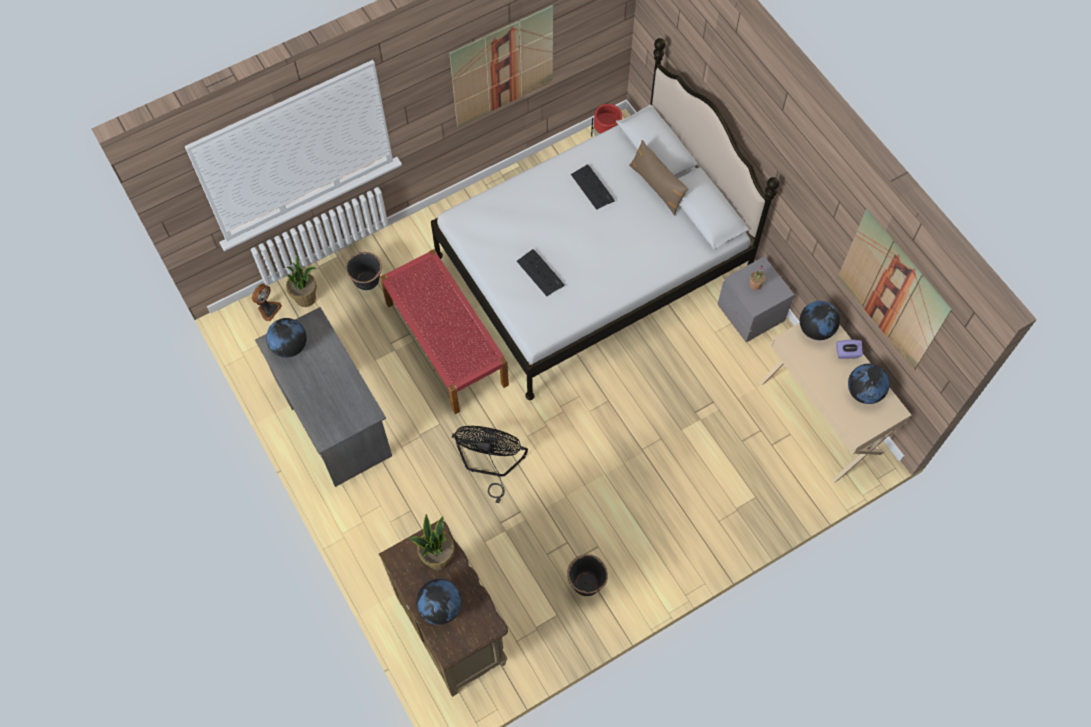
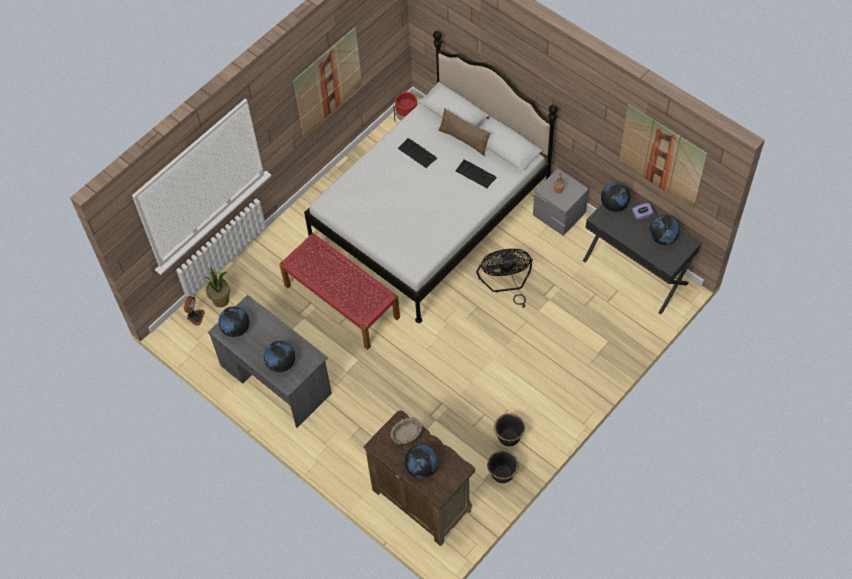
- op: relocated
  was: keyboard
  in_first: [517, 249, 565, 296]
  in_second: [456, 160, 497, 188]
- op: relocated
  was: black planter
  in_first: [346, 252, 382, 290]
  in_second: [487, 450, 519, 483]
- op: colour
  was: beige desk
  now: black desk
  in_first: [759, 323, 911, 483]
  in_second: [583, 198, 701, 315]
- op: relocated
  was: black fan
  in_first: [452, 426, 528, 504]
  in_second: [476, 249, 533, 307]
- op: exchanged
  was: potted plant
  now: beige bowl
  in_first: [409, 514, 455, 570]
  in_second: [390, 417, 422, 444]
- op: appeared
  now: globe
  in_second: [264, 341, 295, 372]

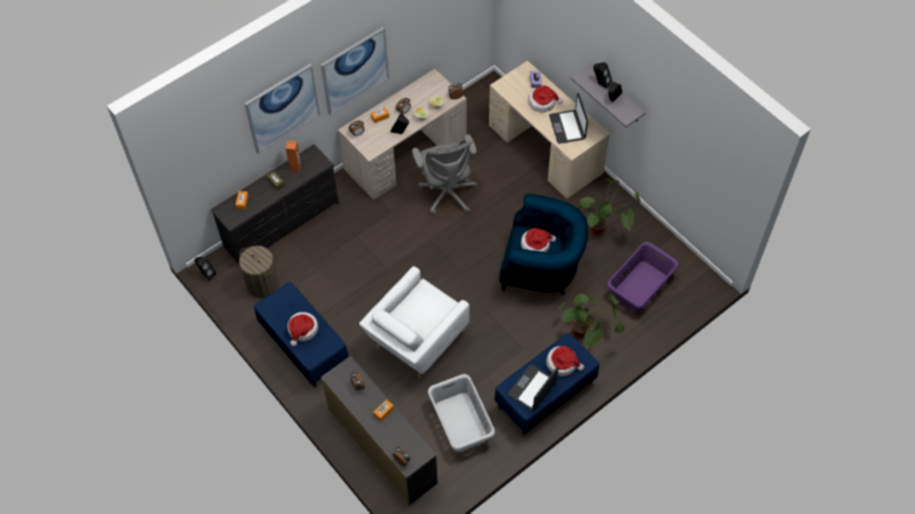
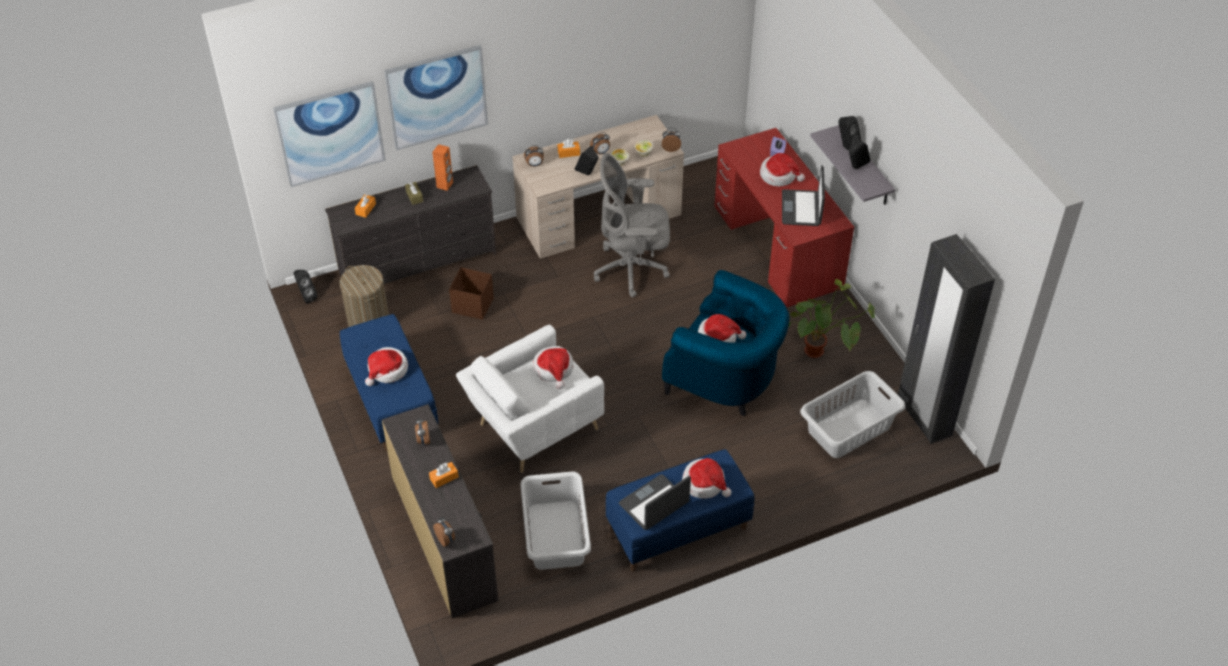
- op: relocated
  was: picture
  in_first: [321, 27, 389, 115]
  in_second: [273, 81, 386, 187]
- op: colour
  was: beige desk
  now: red desk
  in_first: [489, 61, 610, 199]
  in_second: [714, 128, 854, 307]
- op: spun
  was: grey office chair
  in_first: [412, 134, 478, 215]
  in_second: [594, 153, 670, 297]
  clockwise: 90
- op: colour
  was: purple laundry basket
  now: grey laundry basket
  in_first: [607, 242, 679, 312]
  in_second: [800, 371, 905, 458]
- op: missing
  was: potted plant
  in_first: [558, 293, 625, 349]
- op: appeared
  now: black wardrobe
  in_second: [898, 234, 995, 444]
- op: appeared
  now: brown storage box
  in_second: [449, 267, 494, 320]
- op: appeared
  now: hat
  in_second: [533, 346, 573, 389]

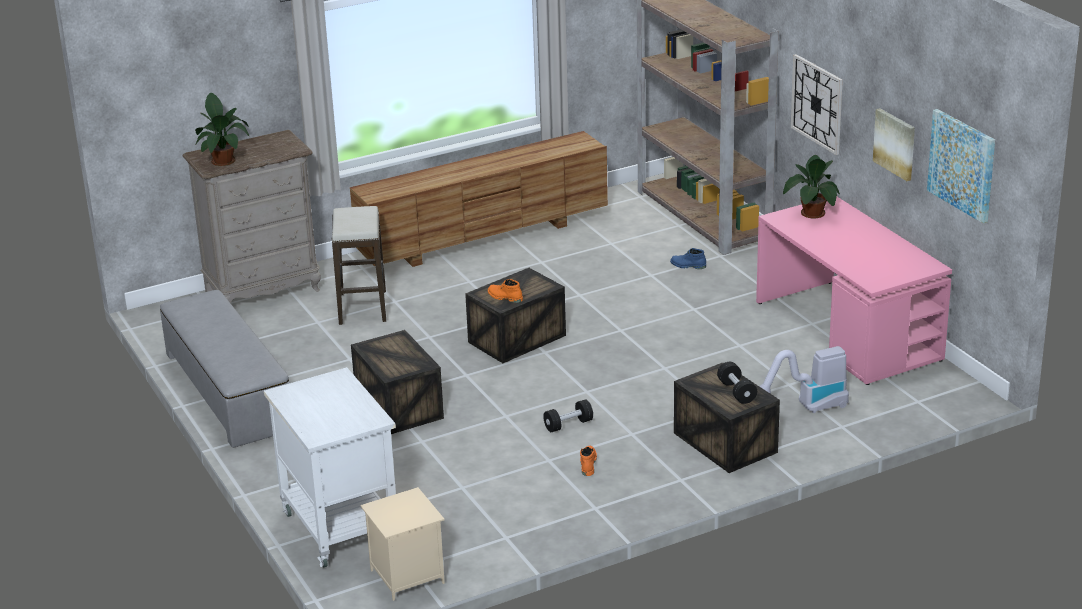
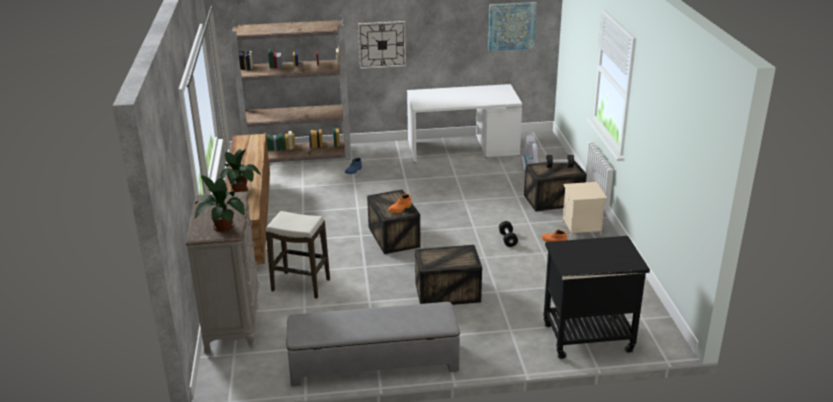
- op: missing
  was: picture
  in_first: [873, 108, 915, 181]
- op: relocated
  was: potted plant
  in_first: [783, 155, 840, 218]
  in_second: [220, 149, 261, 192]
- op: colour
  was: pink desk
  now: white desk
  in_first: [756, 197, 952, 385]
  in_second: [407, 84, 522, 162]
- op: colour
  was: white cart
  now: black cart
  in_first: [264, 367, 396, 567]
  in_second: [543, 236, 650, 359]
- op: relocated
  was: beige nightstand
  in_first: [360, 487, 445, 601]
  in_second: [563, 182, 607, 238]

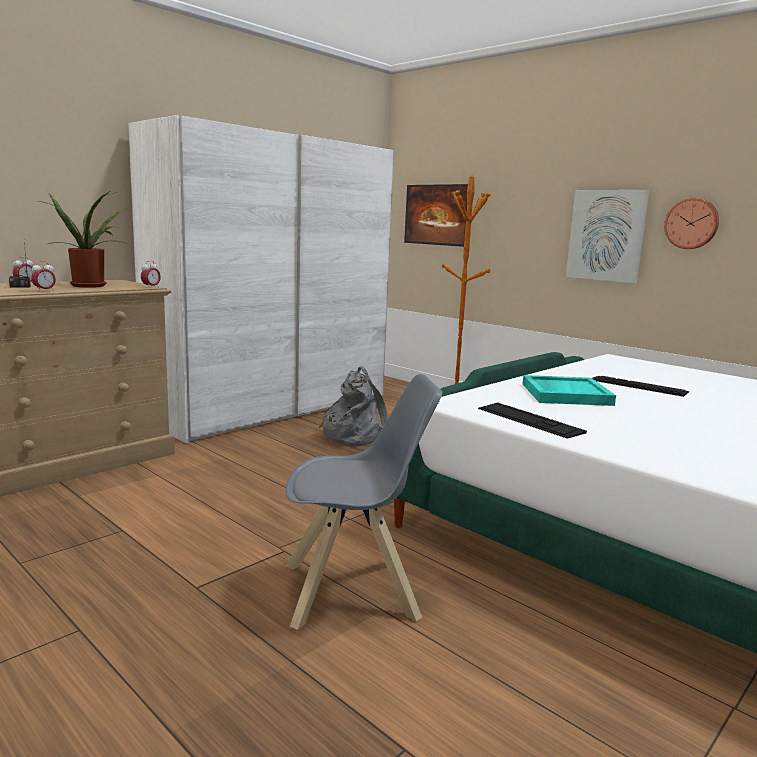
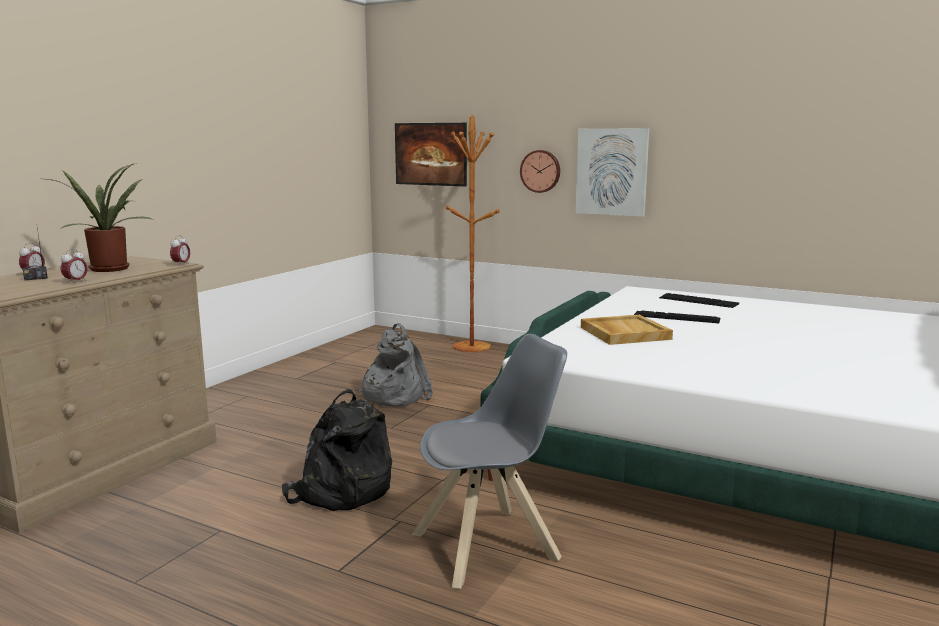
- op: missing
  was: white wardrobe
  in_first: [128, 115, 394, 443]
- op: relocated
  was: wall clock
  in_first: [664, 198, 719, 249]
  in_second: [520, 150, 560, 193]
- op: colour
  was: turquoise tray
  now: beige tray
  in_first: [523, 375, 616, 406]
  in_second: [581, 315, 673, 345]
- op: relocated
  was: keyboard
  in_first: [478, 403, 587, 439]
  in_second: [659, 293, 739, 308]
- op: appeared
  now: black backpack
  in_second: [282, 389, 392, 511]

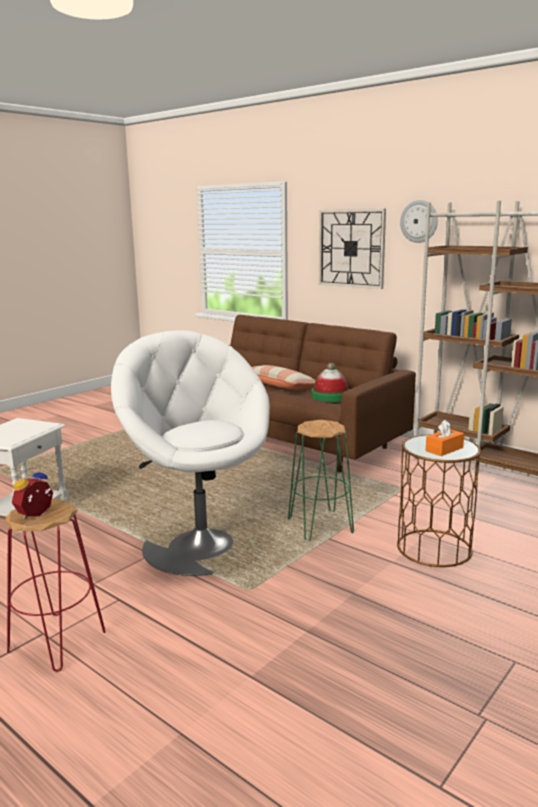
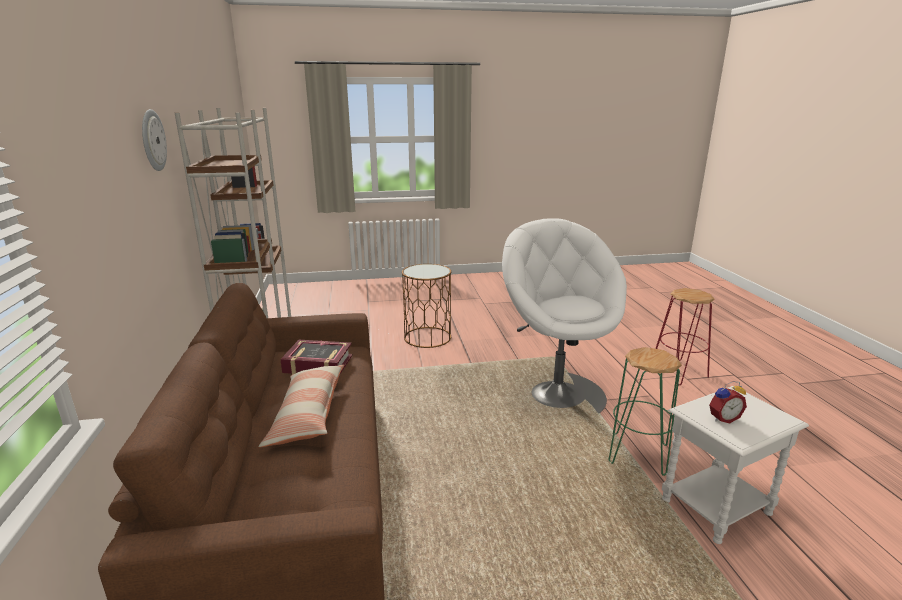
- op: missing
  was: wall clock
  in_first: [319, 209, 386, 289]
- op: spun
  was: white armchair
  in_first: [111, 331, 270, 576]
  in_second: [502, 218, 627, 413]
  clockwise: 150
- op: exchanged
  was: hat
  now: book
  in_first: [311, 363, 349, 402]
  in_second: [280, 340, 352, 375]
- op: relocated
  was: green stool
  in_first: [288, 420, 354, 541]
  in_second: [609, 347, 682, 476]
- op: missing
  was: orange tissue box
  in_first: [426, 420, 464, 456]
- op: relocated
  was: alarm clock
  in_first: [12, 467, 53, 519]
  in_second: [709, 381, 747, 424]

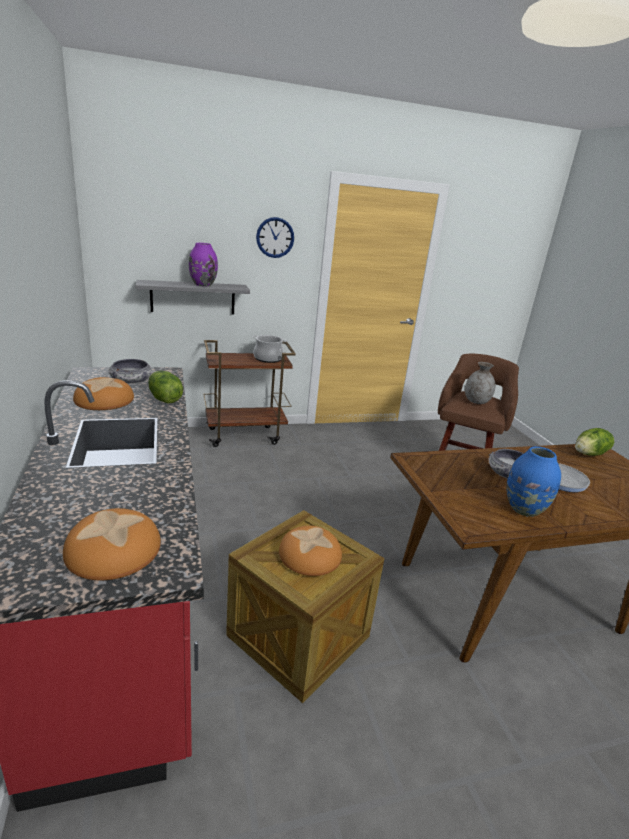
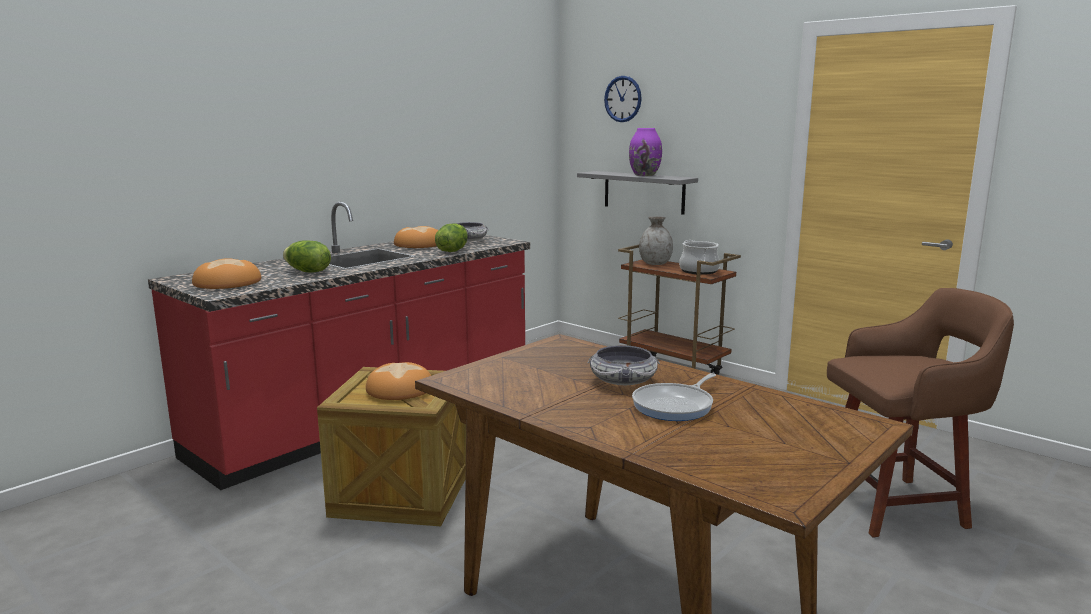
- op: relocated
  was: wall clock
  in_first: [256, 217, 294, 258]
  in_second: [604, 76, 642, 122]
- op: relocated
  was: grey vase
  in_first: [465, 362, 495, 404]
  in_second: [639, 216, 673, 265]
- op: relocated
  was: lettuce
  in_first: [575, 428, 614, 456]
  in_second: [283, 240, 331, 272]
- op: missing
  was: blue vase
  in_first: [507, 446, 561, 517]

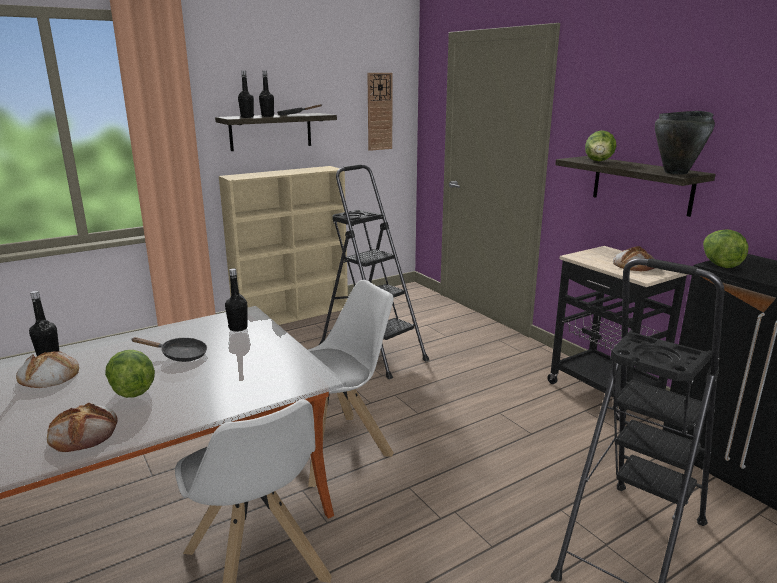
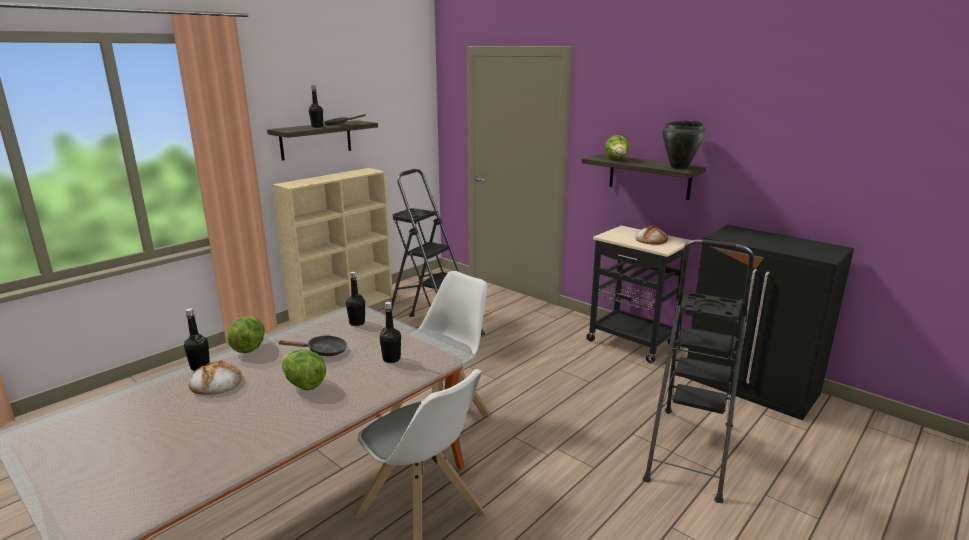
- op: relocated
  was: black bottle
  in_first: [238, 71, 254, 118]
  in_second: [379, 302, 401, 363]
- op: missing
  was: wall clock
  in_first: [367, 73, 392, 151]
- op: relocated
  was: lettuce
  in_first: [703, 229, 748, 268]
  in_second: [227, 316, 265, 353]
- op: missing
  was: bread
  in_first: [47, 403, 118, 452]

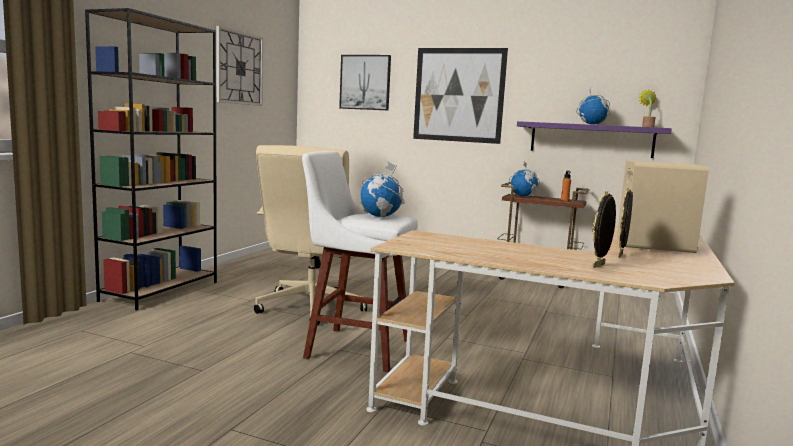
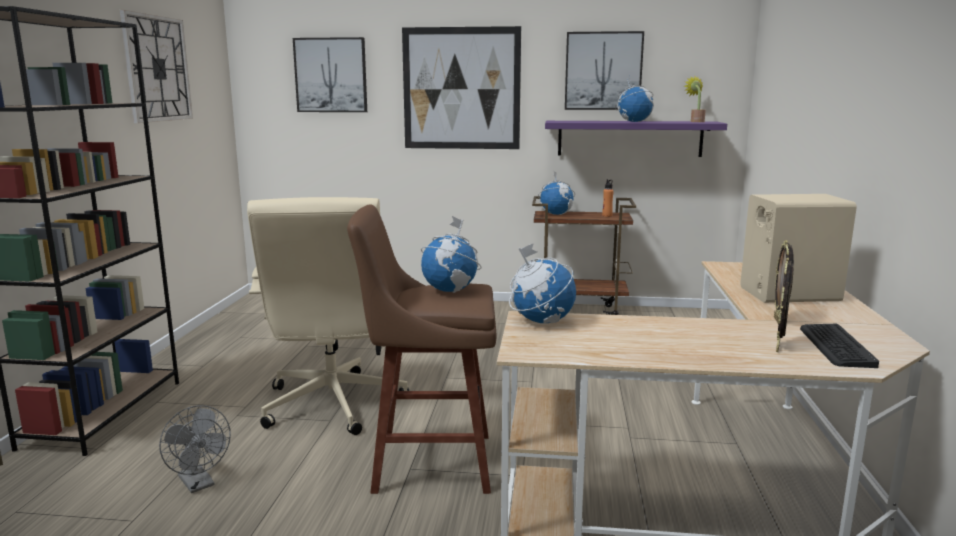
- op: colour
  was: white stool
  now: brown stool
  in_first: [302, 151, 418, 372]
  in_second: [347, 204, 496, 494]
- op: appeared
  now: picture
  in_second: [565, 31, 644, 110]
- op: appeared
  now: globe
  in_second: [509, 243, 576, 323]
- op: appeared
  now: keyboard
  in_second: [800, 324, 879, 368]
- op: appeared
  now: grey fan
  in_second: [159, 405, 231, 493]

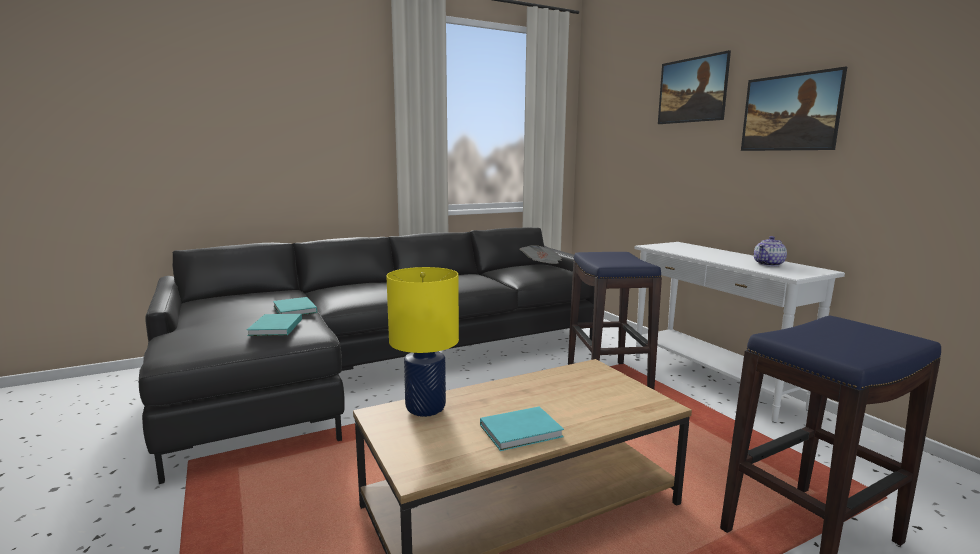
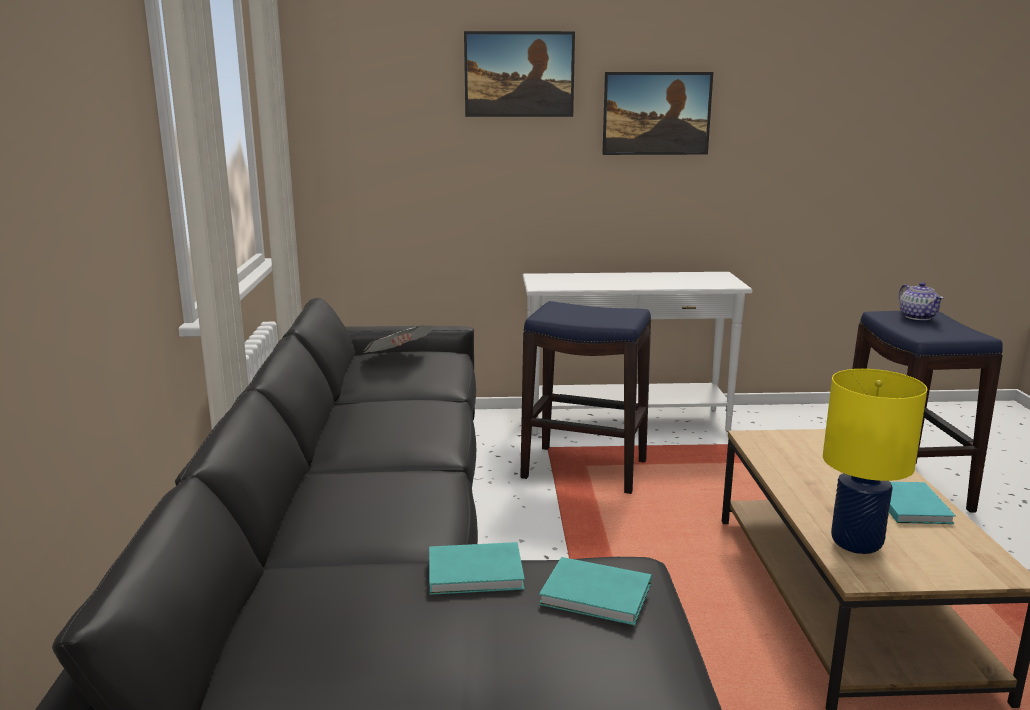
- op: relocated
  was: teapot
  in_first: [754, 236, 787, 266]
  in_second: [899, 282, 944, 320]

